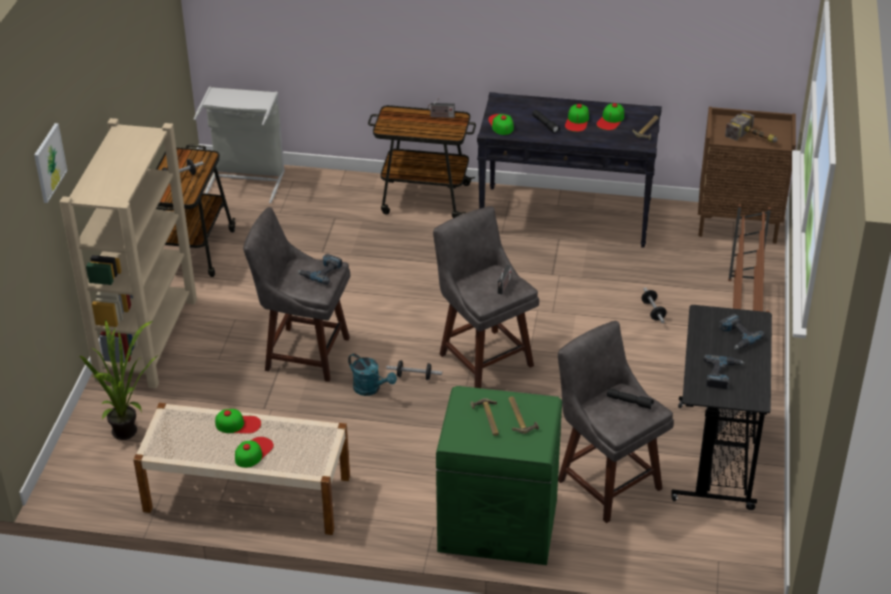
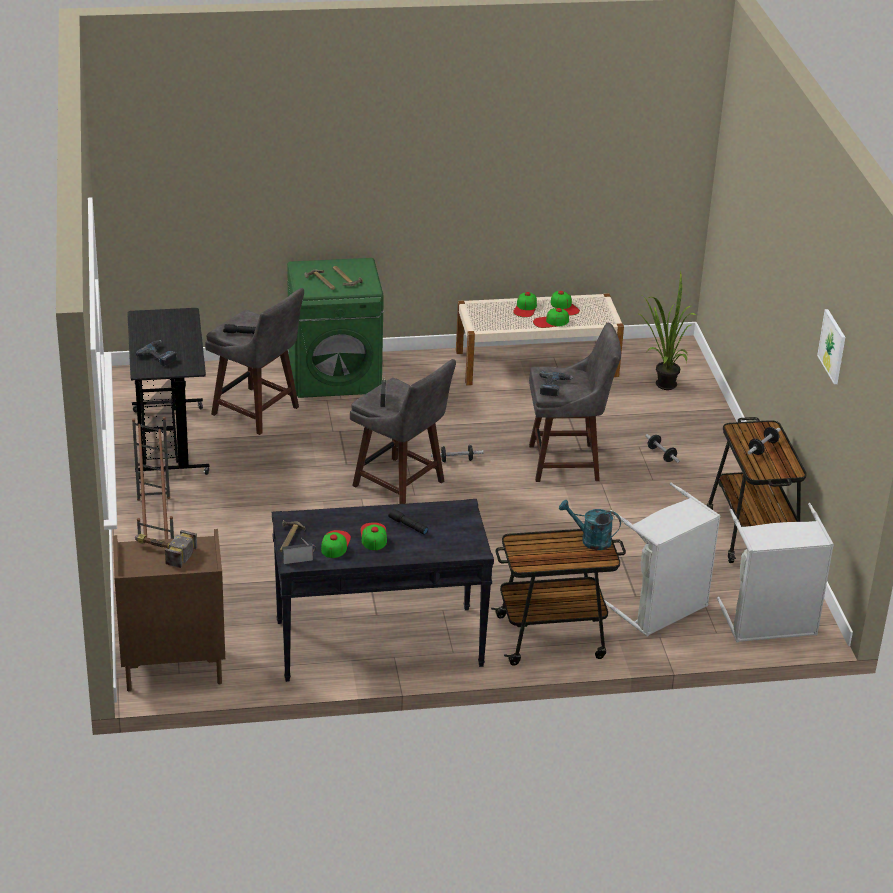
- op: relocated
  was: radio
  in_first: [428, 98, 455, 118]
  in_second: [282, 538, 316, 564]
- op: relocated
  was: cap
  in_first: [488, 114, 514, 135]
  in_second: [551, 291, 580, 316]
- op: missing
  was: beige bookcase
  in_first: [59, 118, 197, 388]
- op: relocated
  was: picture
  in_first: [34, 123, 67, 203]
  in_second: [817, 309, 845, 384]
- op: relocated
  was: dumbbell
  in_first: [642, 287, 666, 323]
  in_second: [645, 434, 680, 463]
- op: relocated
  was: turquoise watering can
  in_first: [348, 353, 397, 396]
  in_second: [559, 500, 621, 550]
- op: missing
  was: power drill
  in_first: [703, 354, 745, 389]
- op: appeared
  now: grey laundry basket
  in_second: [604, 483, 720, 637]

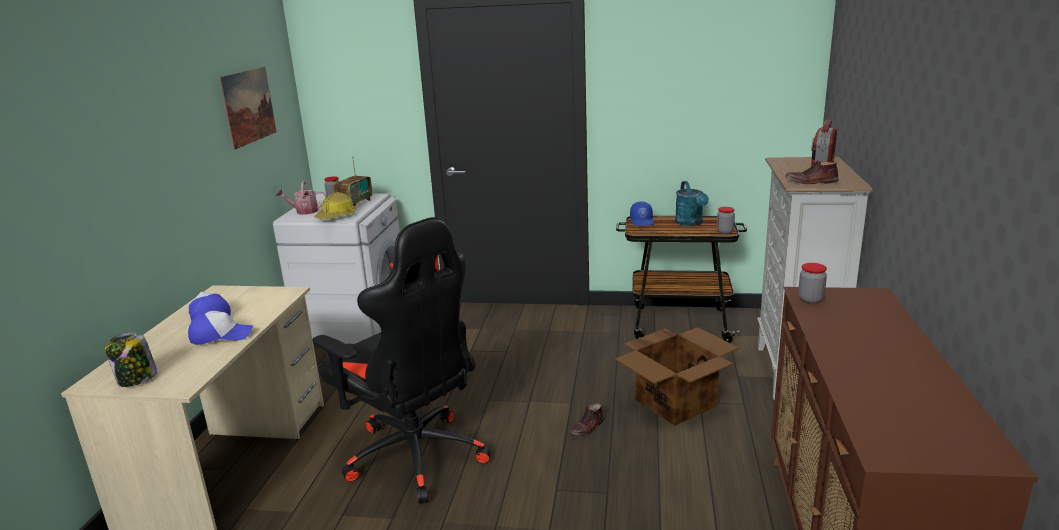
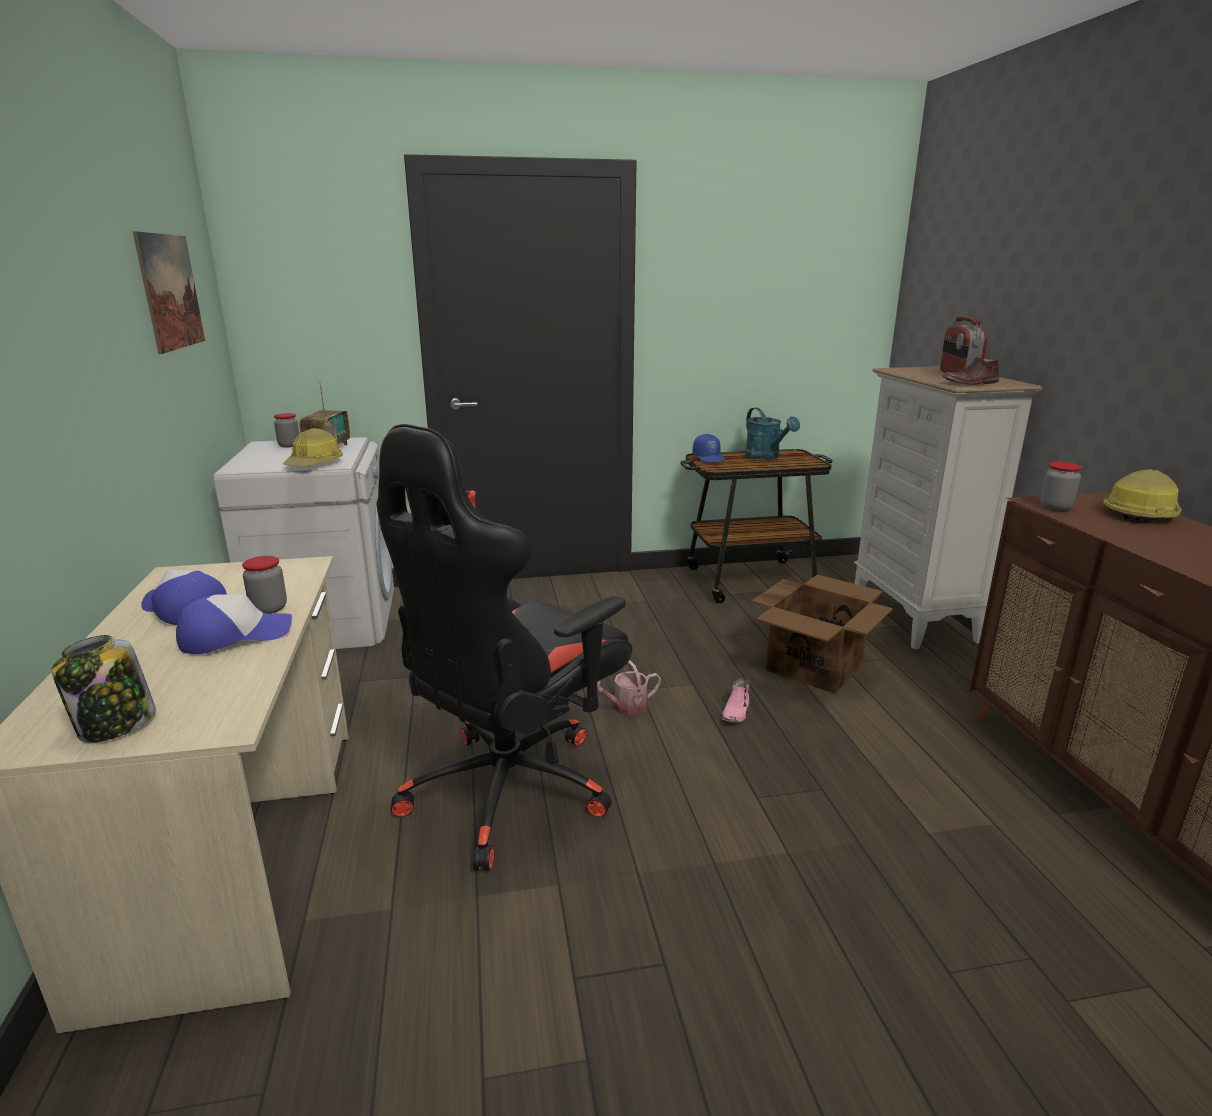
- op: relocated
  was: watering can
  in_first: [275, 181, 327, 215]
  in_second: [597, 660, 661, 716]
- op: relocated
  was: jar
  in_first: [717, 207, 735, 234]
  in_second: [242, 556, 287, 614]
- op: spun
  was: black office chair
  in_first: [313, 217, 491, 503]
  in_second: [377, 424, 632, 871]
  clockwise: 105
- op: colour
  was: brown shoe
  now: pink shoe
  in_first: [570, 403, 604, 436]
  in_second: [721, 678, 750, 722]
- op: appeared
  now: hard hat
  in_second: [1103, 469, 1182, 523]

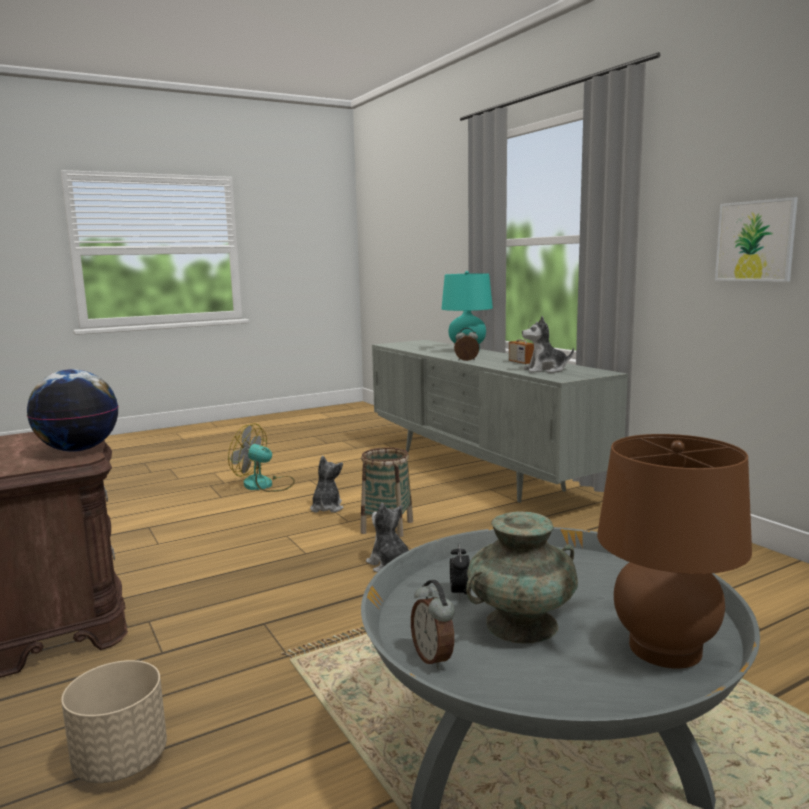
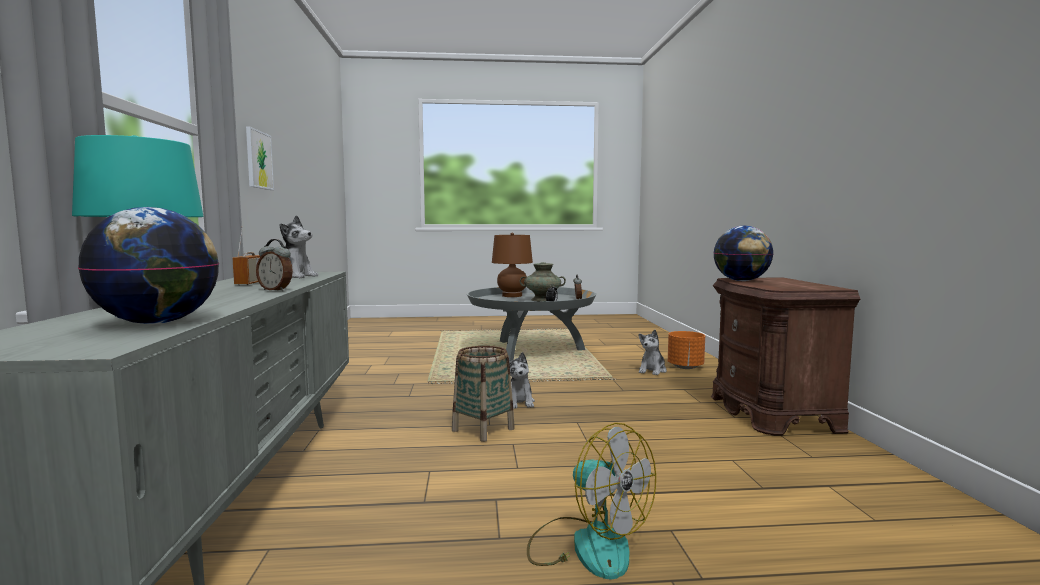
- op: relocated
  was: plush toy
  in_first: [310, 456, 343, 513]
  in_second: [639, 329, 667, 375]
- op: colour
  was: beige planter
  now: orange planter
  in_first: [61, 660, 167, 783]
  in_second: [668, 331, 705, 369]
- op: appeared
  now: globe
  in_second: [78, 207, 219, 324]

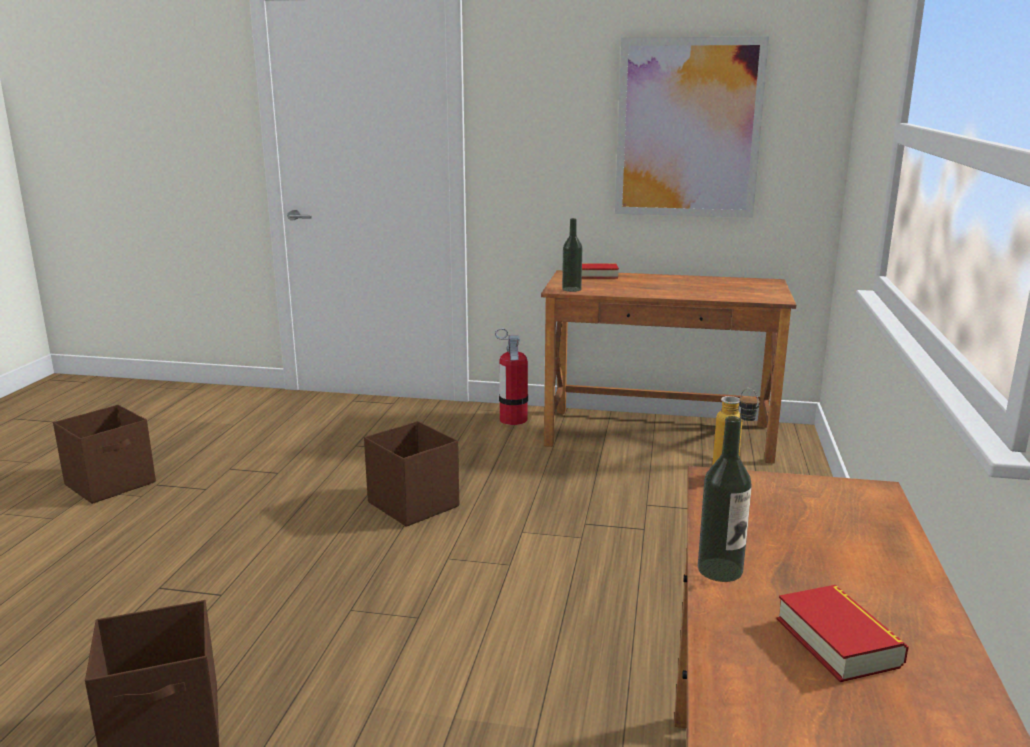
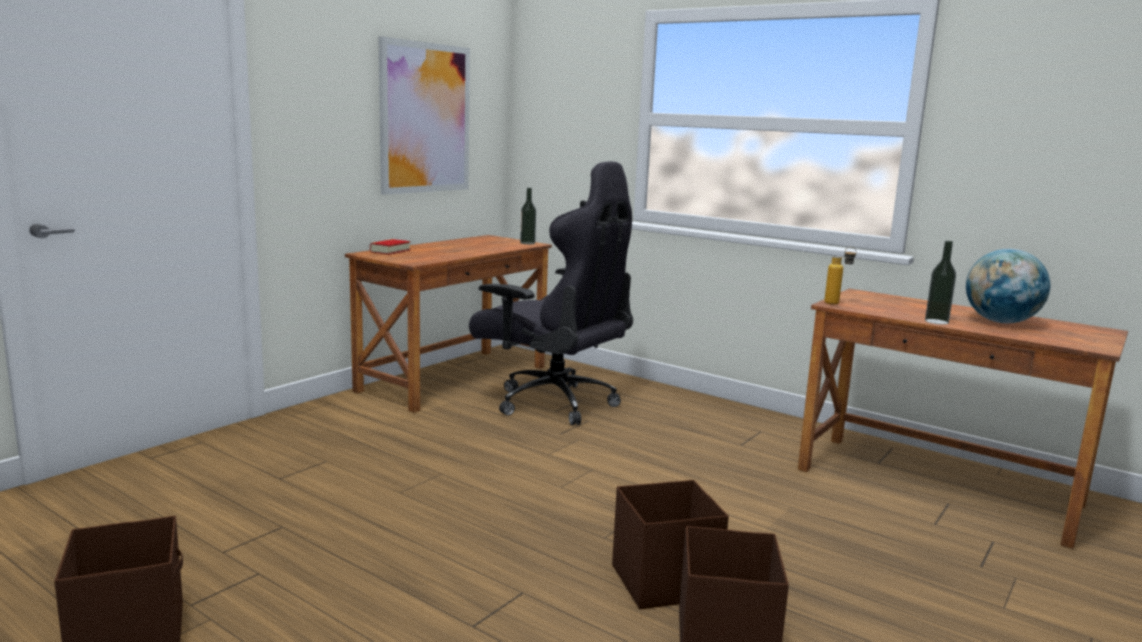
- op: relocated
  was: bottle
  in_first: [562, 218, 582, 292]
  in_second: [520, 188, 536, 244]
- op: missing
  was: fire extinguisher
  in_first: [495, 328, 528, 425]
- op: relocated
  was: brown storage box
  in_first: [364, 421, 459, 527]
  in_second: [612, 480, 729, 609]
- op: exchanged
  was: book
  now: globe
  in_first: [777, 585, 909, 682]
  in_second: [966, 249, 1050, 324]
- op: appeared
  now: black office chair
  in_second: [469, 161, 633, 425]

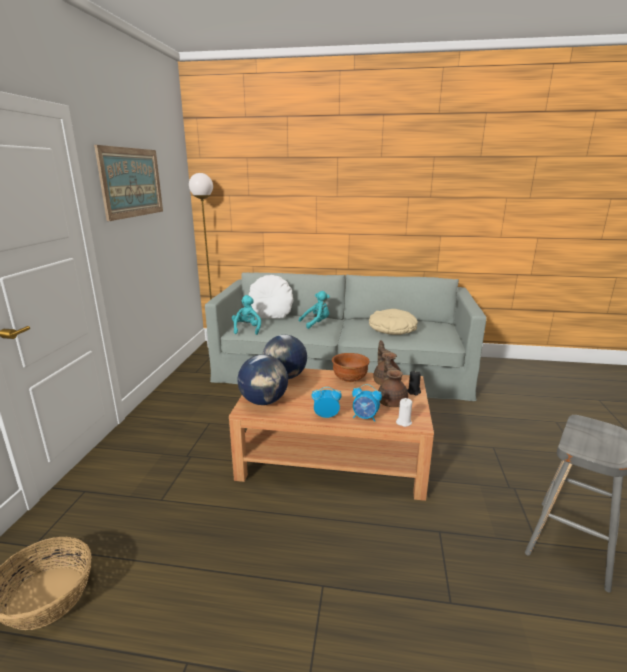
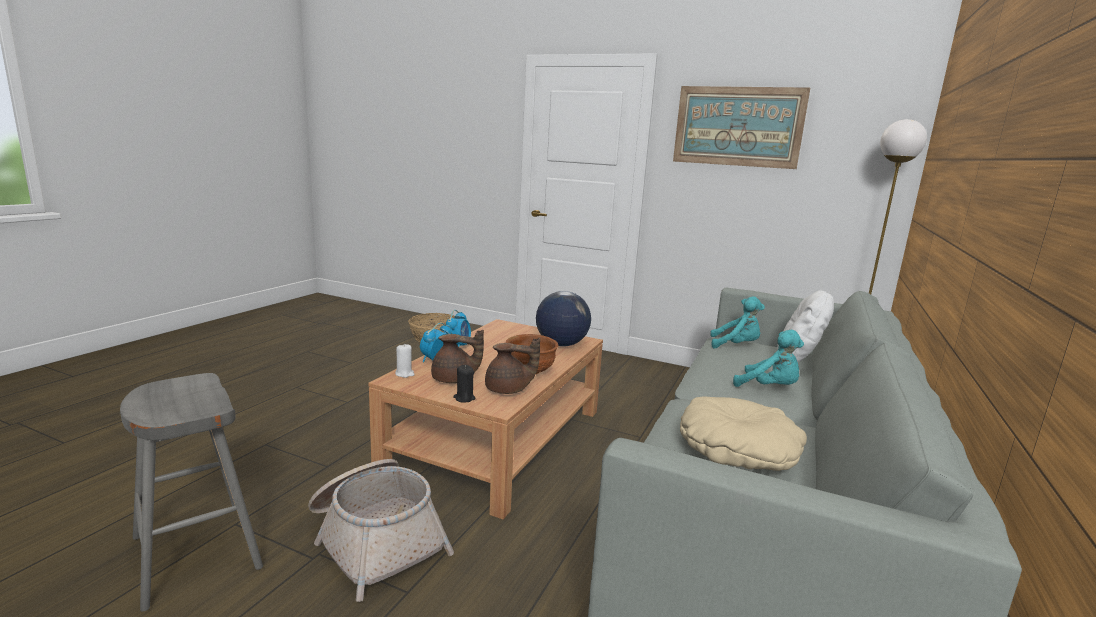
- op: spun
  was: turquoise plush toy
  in_first: [299, 291, 330, 329]
  in_second: [733, 330, 804, 387]
  clockwise: -45
- op: missing
  was: globe
  in_first: [237, 354, 288, 405]
- op: appeared
  now: basket
  in_second: [308, 459, 454, 602]

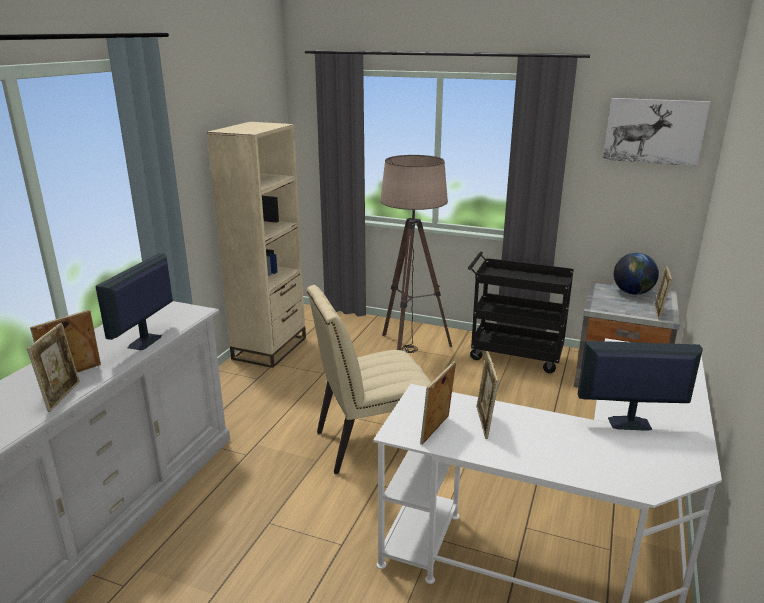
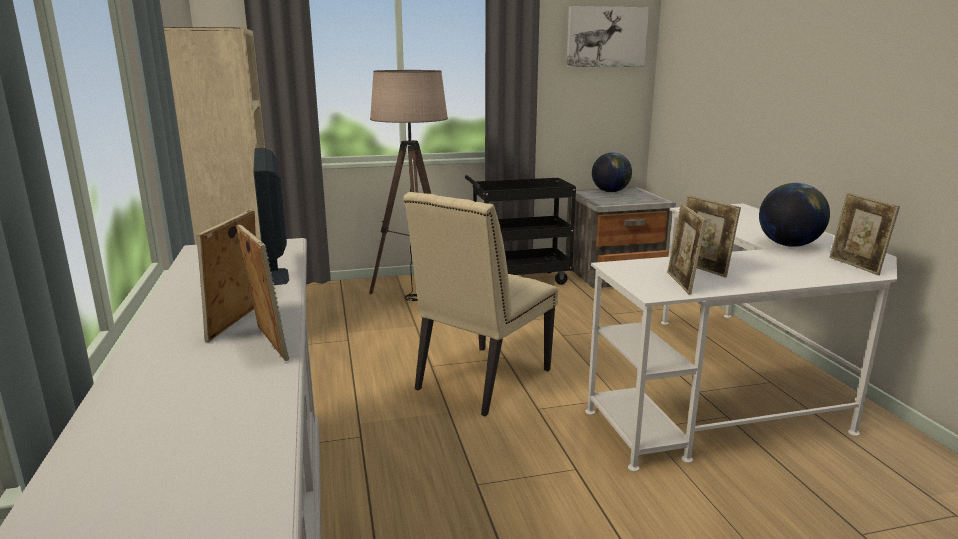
- op: relocated
  was: picture frame
  in_first: [654, 265, 672, 320]
  in_second: [829, 192, 900, 275]
- op: exchanged
  was: monitor
  now: globe
  in_first: [578, 341, 703, 431]
  in_second: [759, 183, 830, 247]

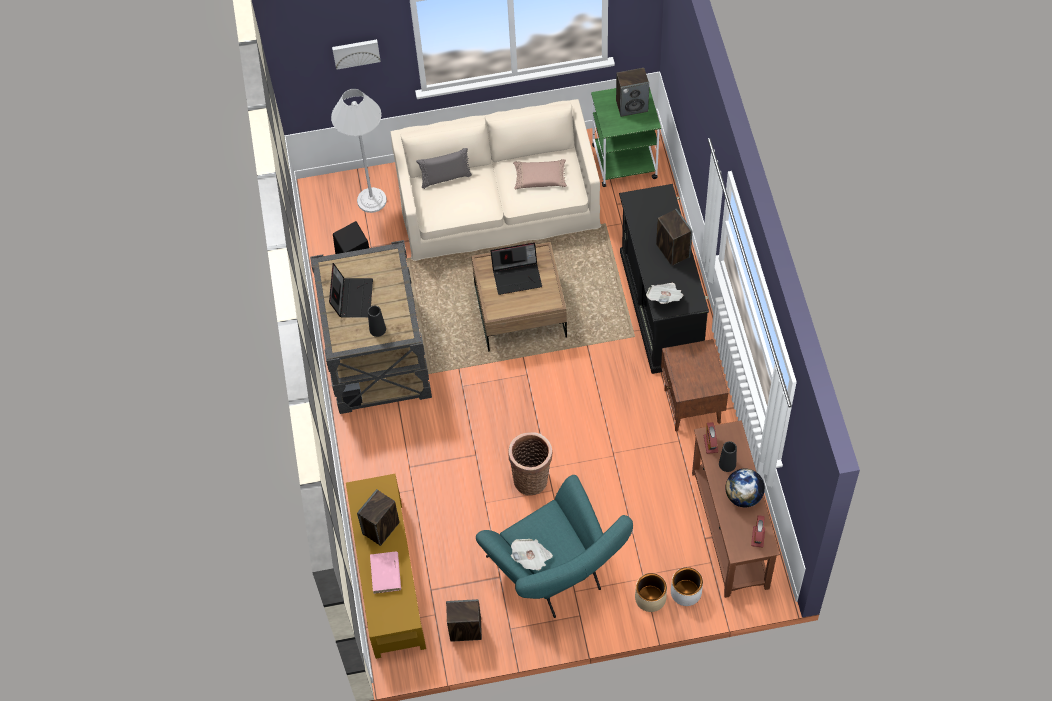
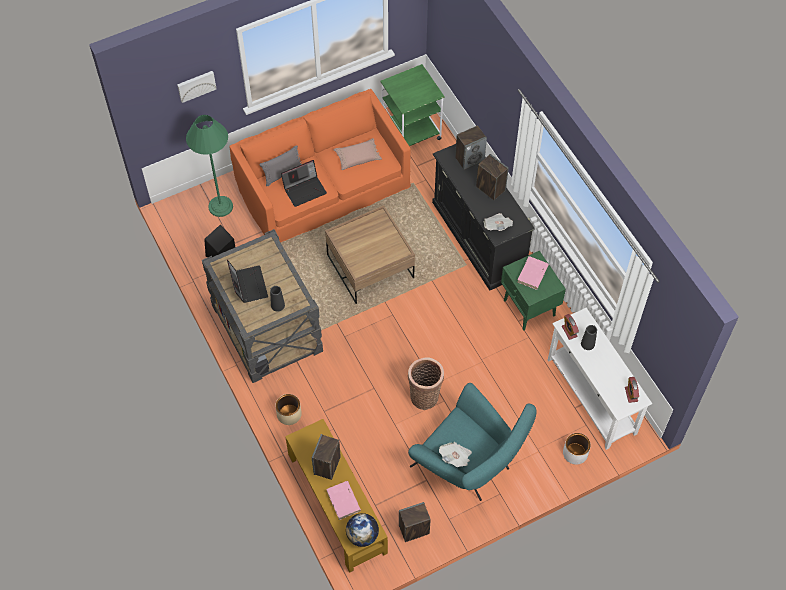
- op: relocated
  was: speaker
  in_first: [616, 68, 649, 117]
  in_second: [455, 125, 487, 170]
- op: colour
  was: white floor lamp
  now: green floor lamp
  in_first: [331, 89, 387, 213]
  in_second: [186, 115, 233, 217]
- op: colour
  was: beige sofa
  now: orange sofa
  in_first: [391, 99, 601, 261]
  in_second: [229, 89, 411, 243]
- op: relocated
  was: laptop
  in_first: [491, 243, 542, 295]
  in_second: [281, 160, 327, 207]
- op: colour
  was: brown nightstand
  now: green nightstand
  in_first: [661, 339, 728, 432]
  in_second: [501, 251, 566, 331]
- op: colour
  was: brown console table
  now: white console table
  in_first: [692, 420, 780, 598]
  in_second: [548, 308, 652, 450]
- op: relocated
  was: globe
  in_first: [725, 468, 765, 507]
  in_second: [346, 513, 379, 547]
- op: relocated
  was: beige planter
  in_first: [635, 573, 667, 612]
  in_second: [275, 394, 302, 425]
- op: appeared
  now: pink book
  in_second: [517, 256, 549, 289]

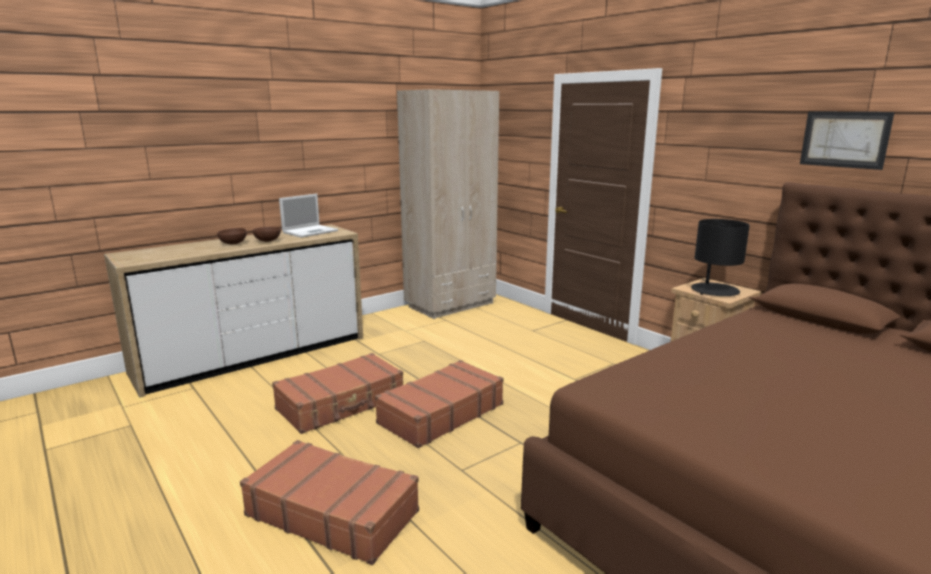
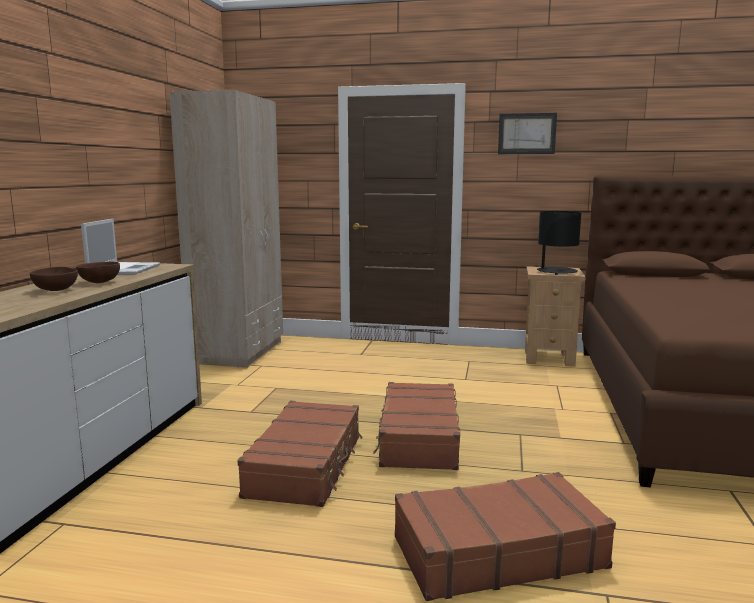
- op: relocated
  was: picture
  in_first: [800, 111, 895, 170]
  in_second: [498, 113, 557, 154]

